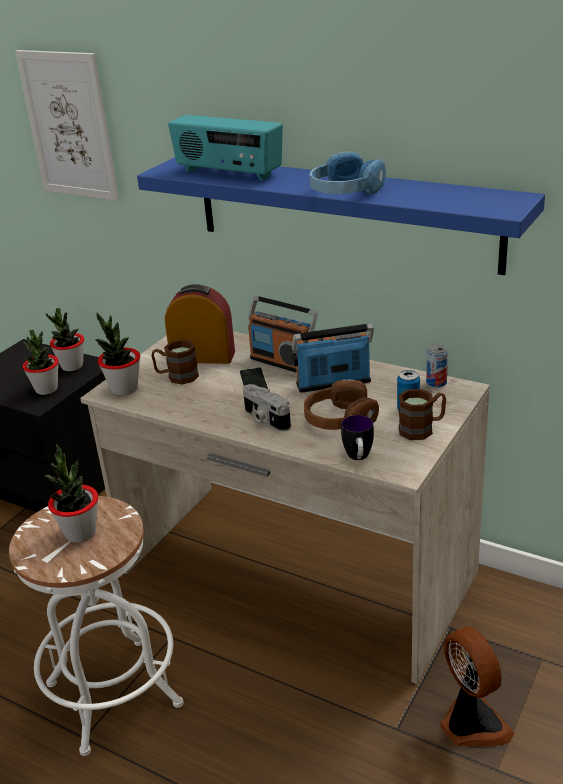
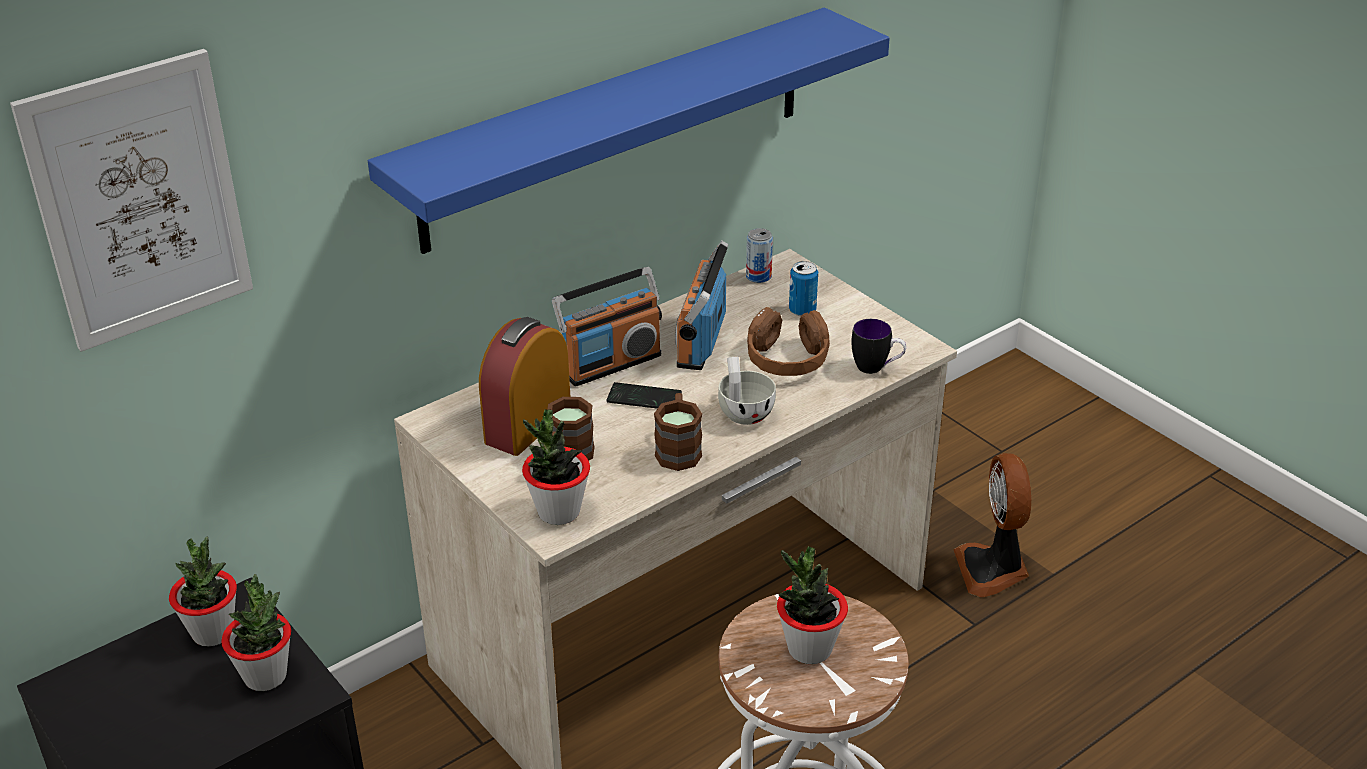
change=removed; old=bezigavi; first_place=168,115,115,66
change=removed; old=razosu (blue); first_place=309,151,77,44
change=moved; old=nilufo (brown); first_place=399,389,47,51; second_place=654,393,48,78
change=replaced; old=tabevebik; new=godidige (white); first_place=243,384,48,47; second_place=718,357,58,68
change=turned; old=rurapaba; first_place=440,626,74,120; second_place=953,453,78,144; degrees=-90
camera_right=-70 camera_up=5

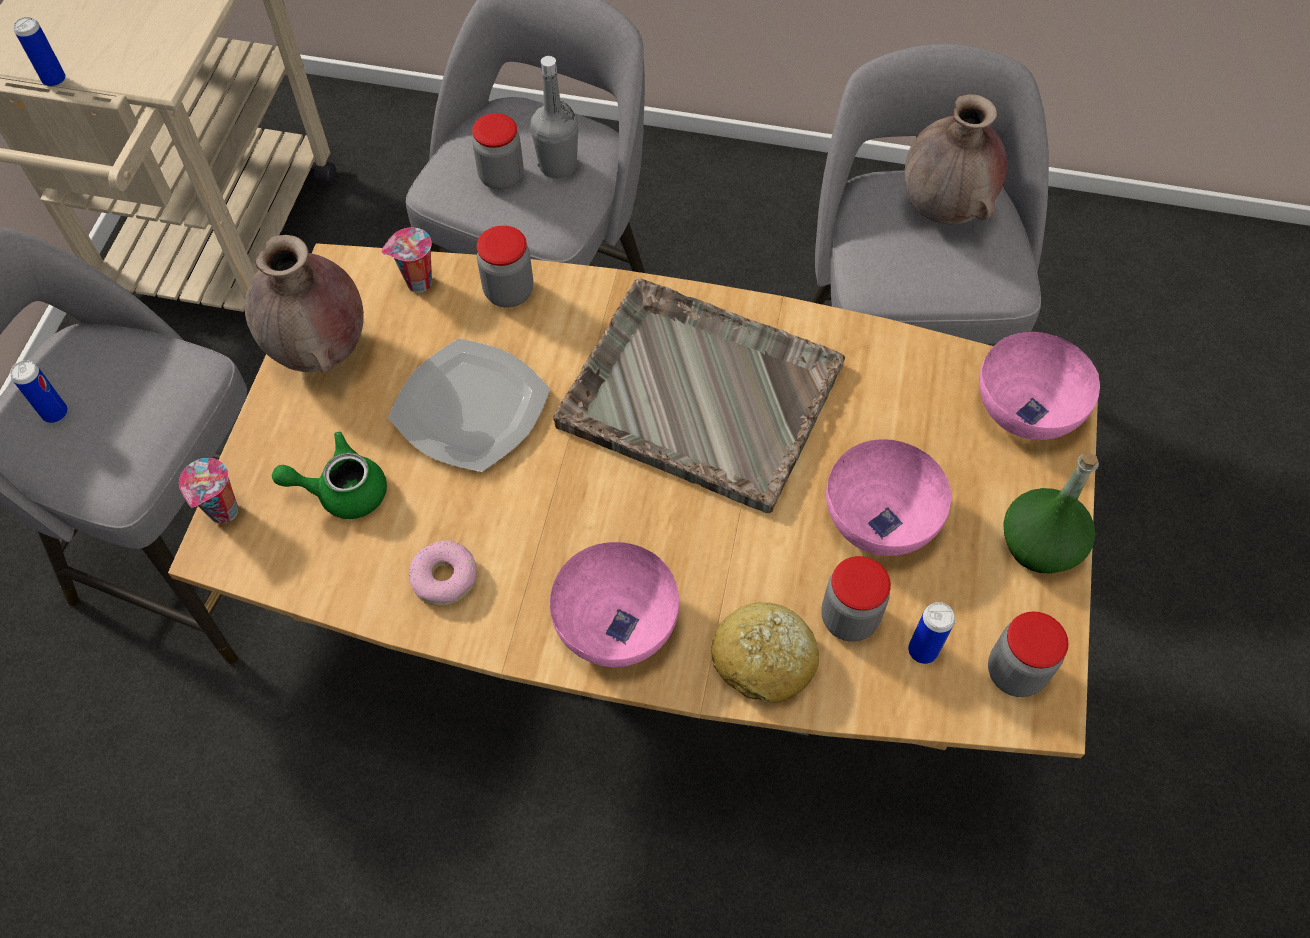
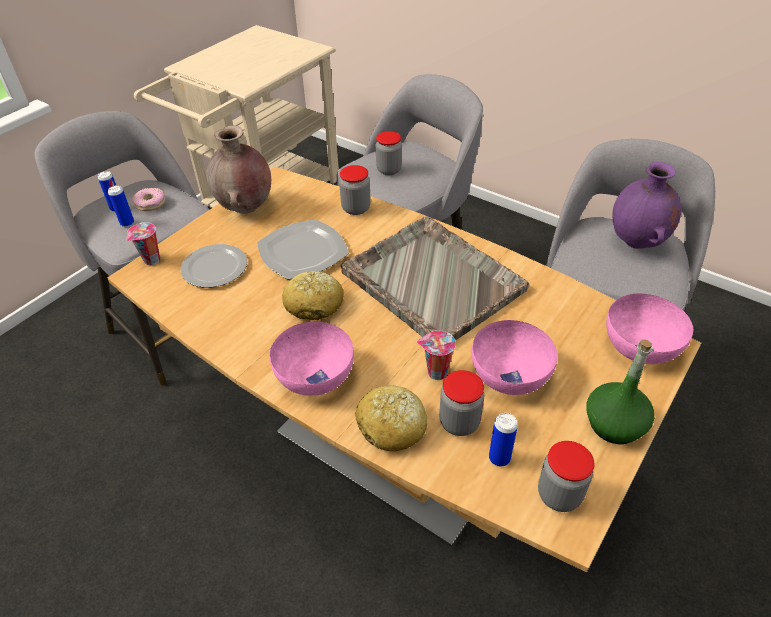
change=removed; old=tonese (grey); first_place=530,56,48,123
change=added; new=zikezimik; second_place=282,271,62,49
change=moved; old=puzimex; first_place=14,17,51,70; second_place=108,185,26,42
change=moved; old=godidige; first_place=381,227,51,66; second_place=417,331,39,49
change=moved; old=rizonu; first_place=409,540,68,67; second_place=132,188,33,23
change=replaced; old=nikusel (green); new=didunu; first_place=272,432,115,87; second_place=180,244,67,44
change=recoloured; old=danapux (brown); new=danapux (purple); first_place=904,94,103,131; second_place=612,162,69,87
camera_right=25 camera_up=-15

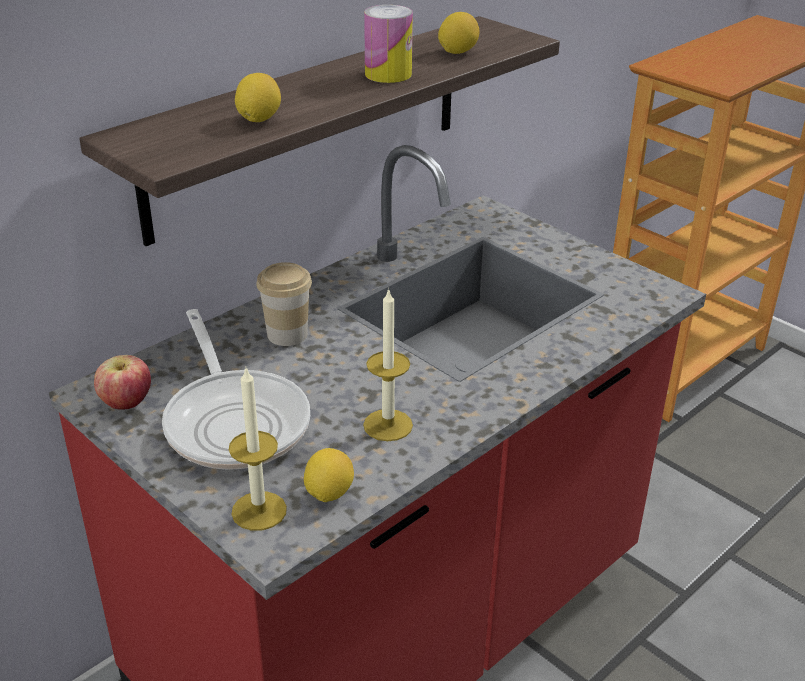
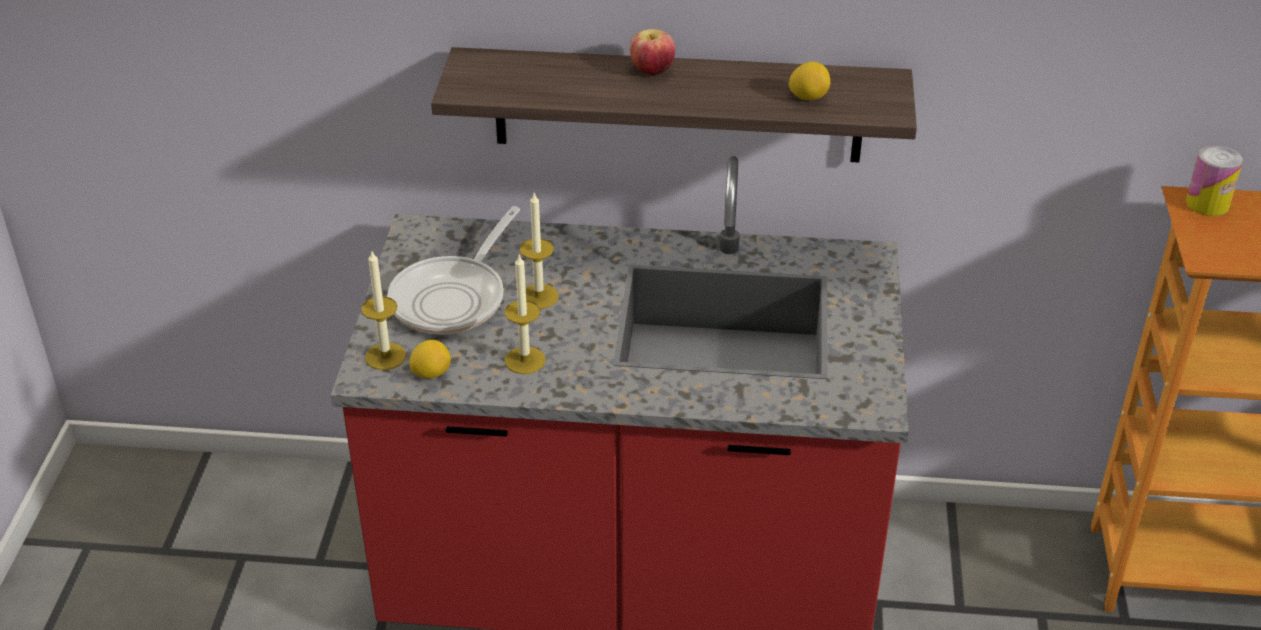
change=removed; old=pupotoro; first_place=235,73,46,49
change=removed; old=godidige; first_place=256,262,56,84
change=added; new=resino; second_place=520,193,39,116
change=moved; old=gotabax; first_place=94,355,57,54; second_place=630,29,45,46
change=moved; old=puzimex; first_place=364,5,49,78; second_place=1186,145,57,71
camera_right=50 camera_up=5

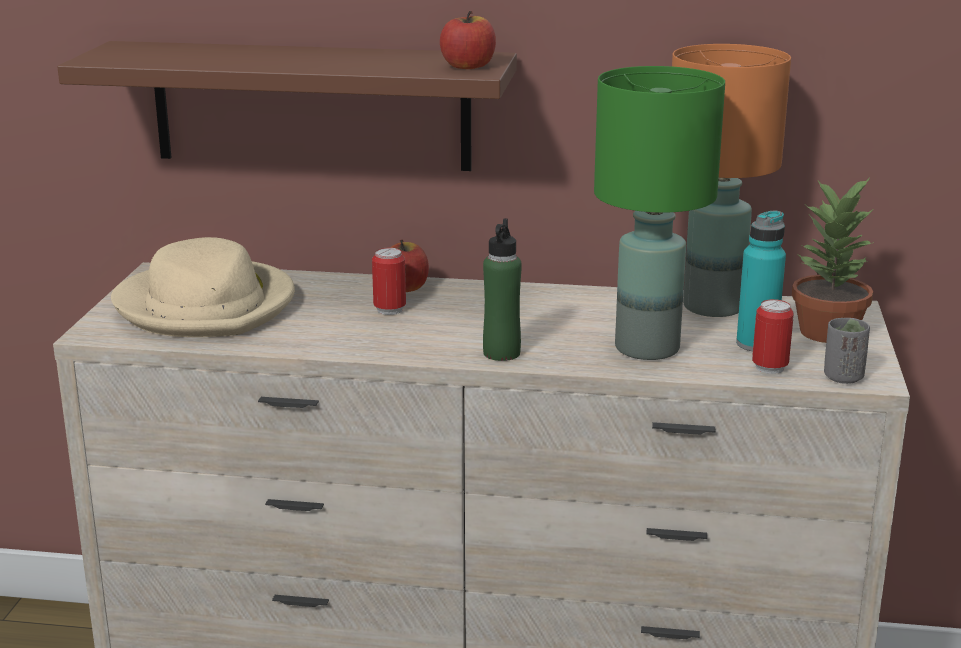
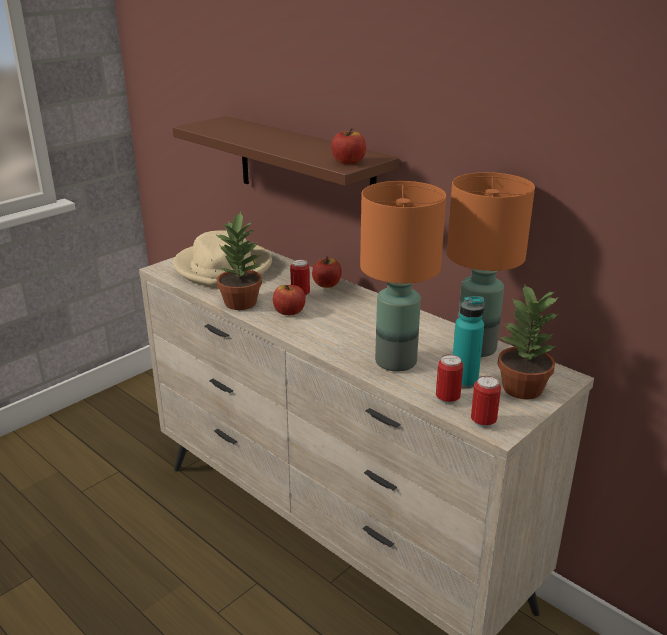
change=removed; old=tonese (green); first_place=483,218,39,143
change=added; new=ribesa; second_place=215,212,47,98
change=added; new=gotabax; second_place=273,285,33,30
change=replaced; old=godidige (grey); new=puzimex; first_place=824,318,46,66; second_place=471,376,30,52
change=recoloured; old=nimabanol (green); new=nimabanol (orange); first_place=594,66,131,294; second_place=360,181,86,191
camera_right=35 camera_up=5

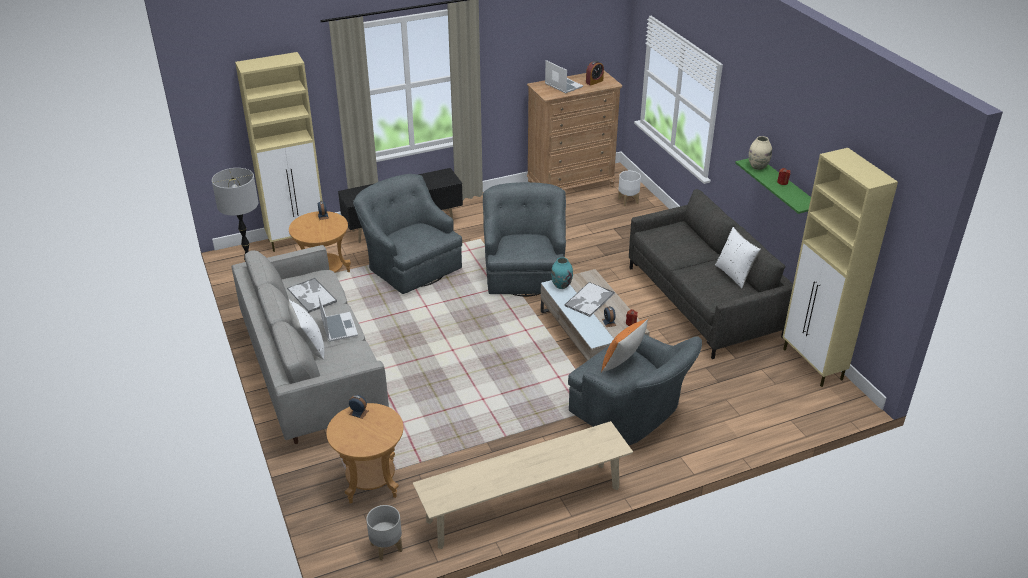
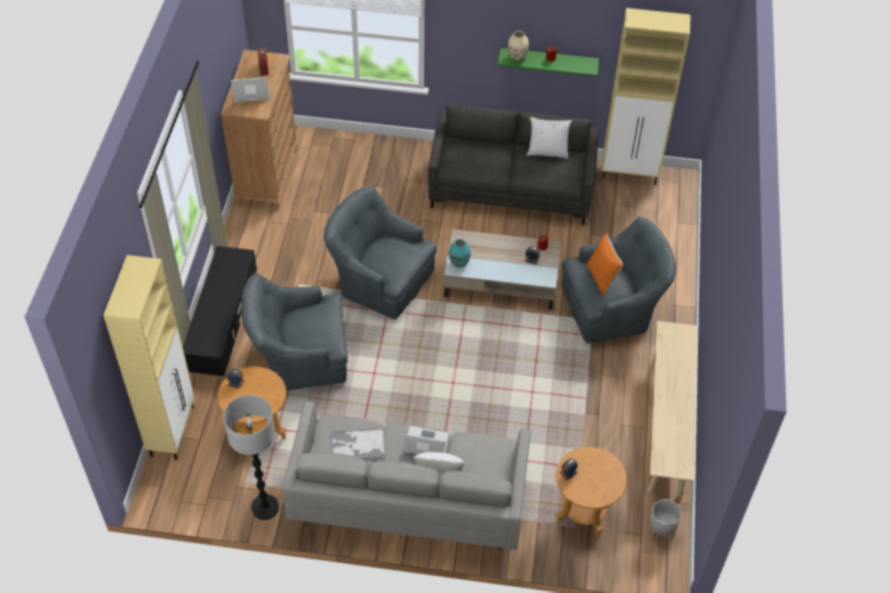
change=removed; old=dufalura; first_place=565,282,50,35
change=removed; old=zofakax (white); first_place=618,171,23,35
camera_right=-60 camera_up=15

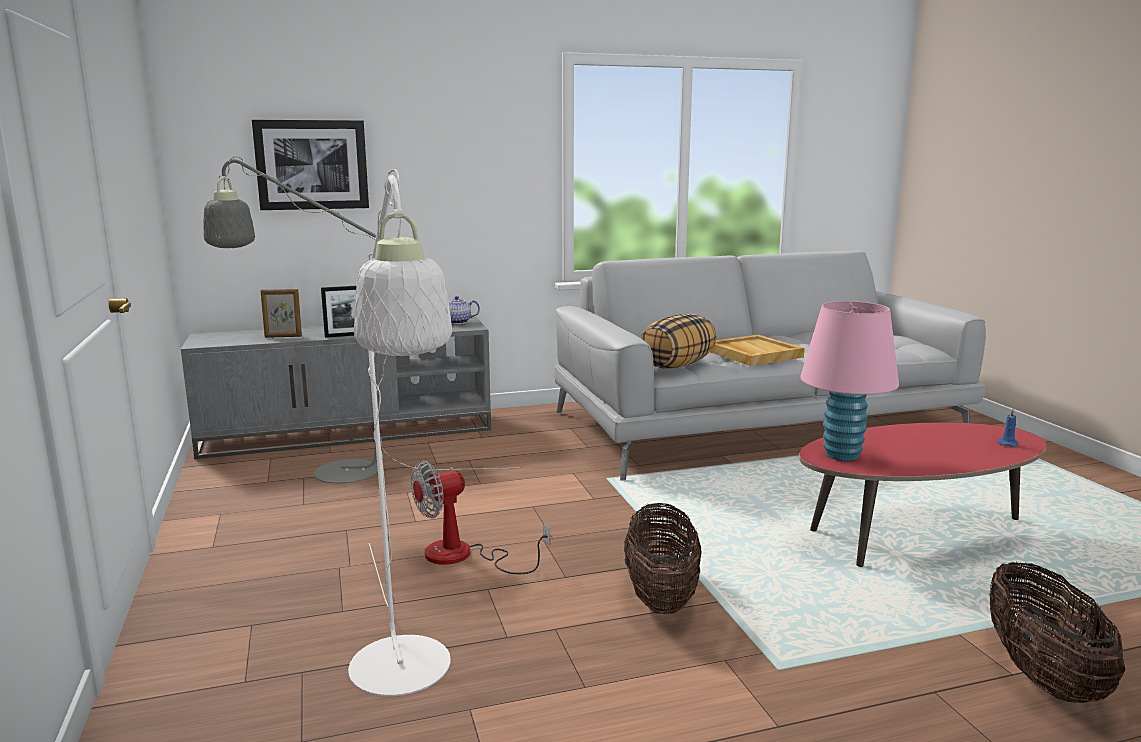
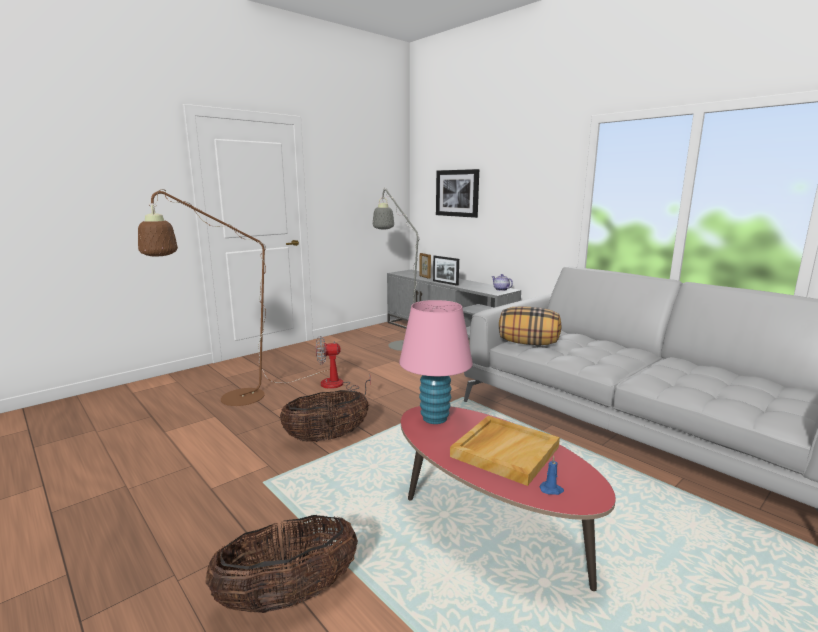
change=moved; old=dufalura (beige); first_place=710,335,95,31; second_place=450,416,110,70
change=recoloured; old=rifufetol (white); new=rifufetol (brown); first_place=348,169,104,527; second_place=138,189,192,217
change=turned; old=rurapaba; first_place=411,461,139,113; second_place=316,336,55,59; degrees=-45
camera_right=65 camera_up=0

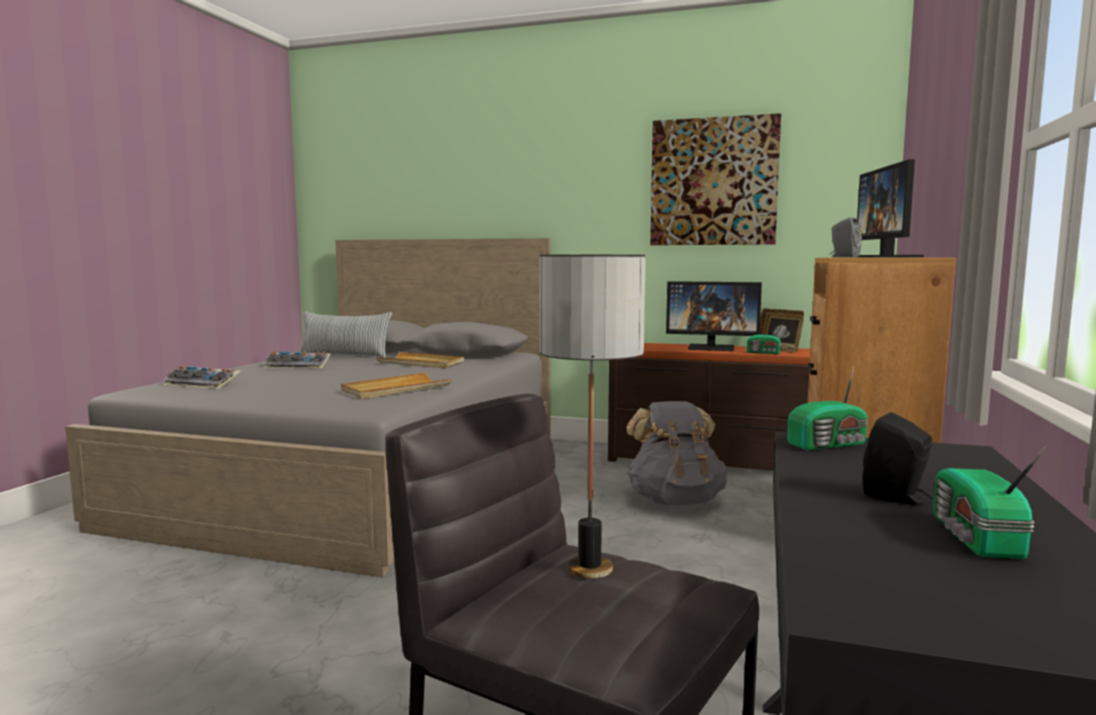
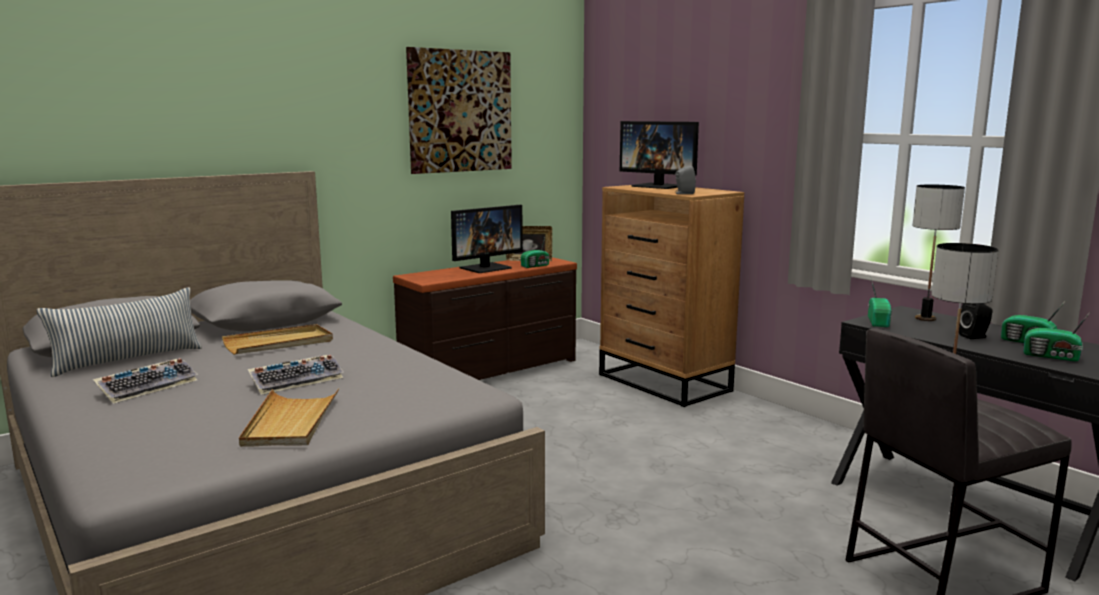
change=removed; old=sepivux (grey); first_place=626,401,101,104
change=added; new=nimabanol; second_place=912,184,53,137
change=added; new=bezigavi; second_place=1023,311,68,51
change=moved; old=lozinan; first_place=163,366,78,23; second_place=248,355,96,40
change=moved; old=dufalura (beige); first_place=341,372,111,27; second_place=239,388,100,59
camera_right=-55 camera_up=5

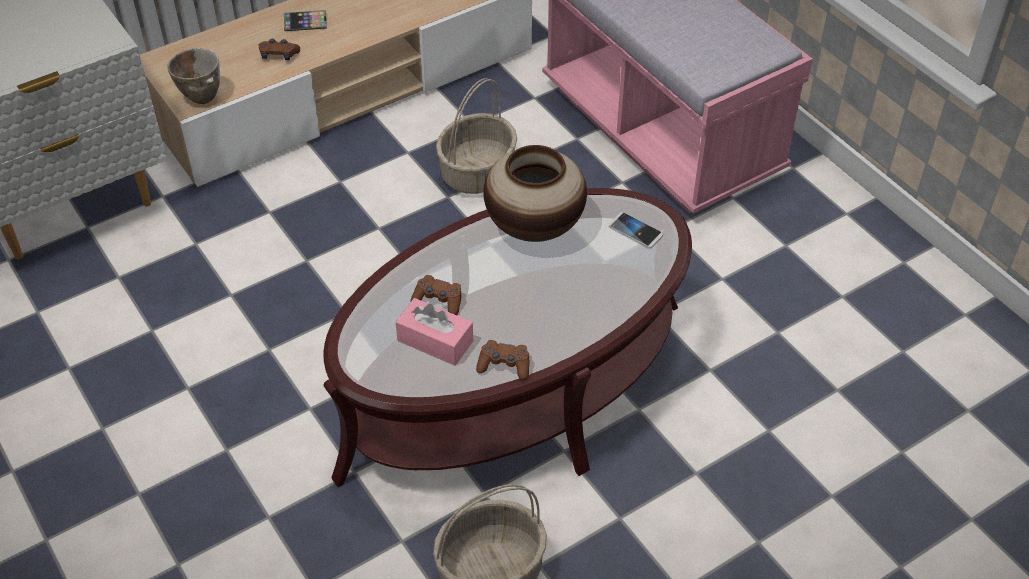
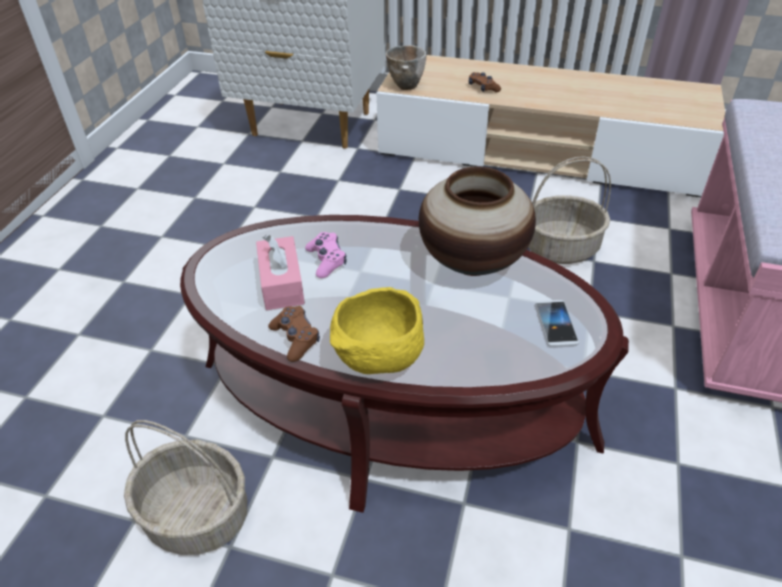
change=removed; old=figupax; first_place=284,10,43,21
change=added; new=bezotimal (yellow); second_place=330,287,94,87
change=recoloured; old=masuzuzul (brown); new=masuzuzul (pink); first_place=410,275,51,40; second_place=305,232,42,46
camera_right=50 camera_up=-5

